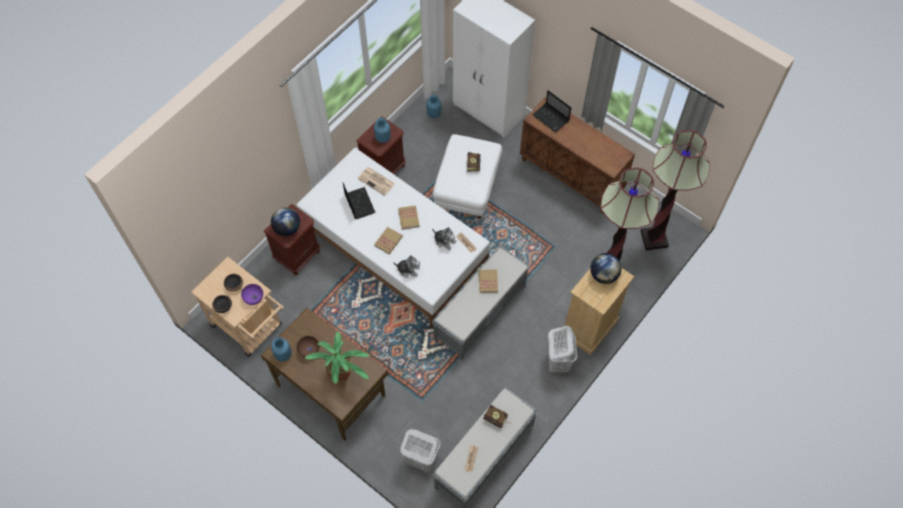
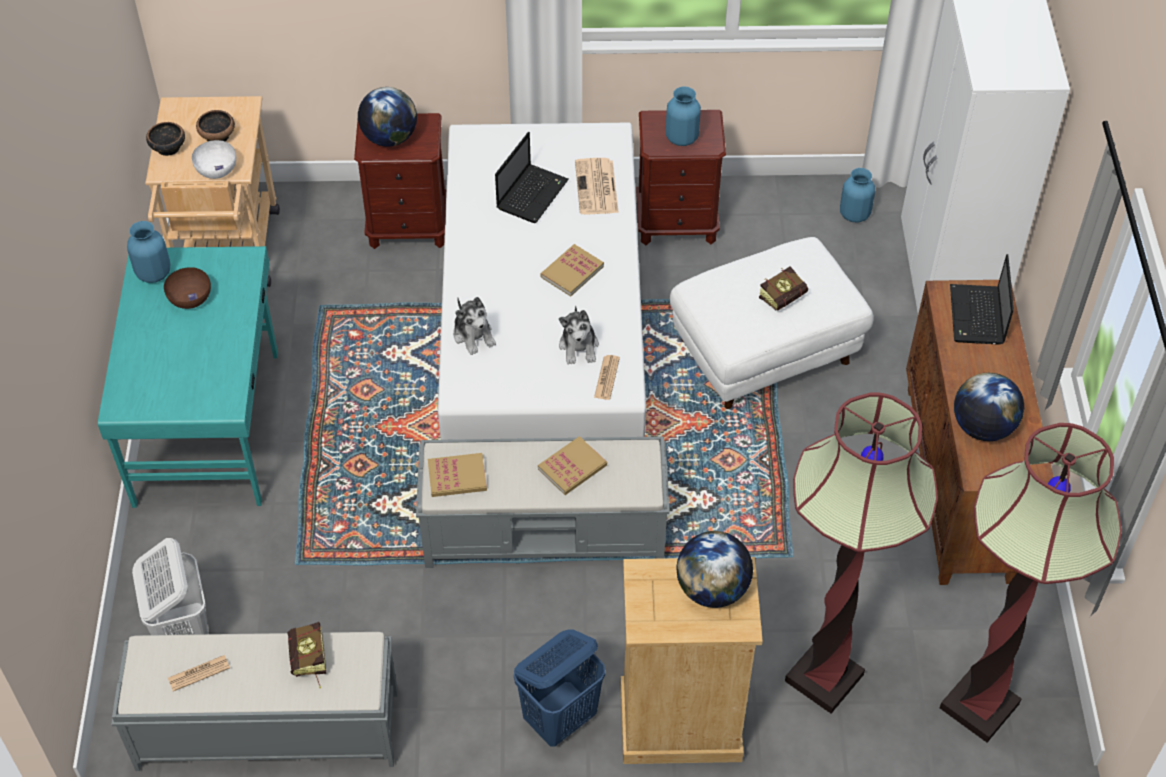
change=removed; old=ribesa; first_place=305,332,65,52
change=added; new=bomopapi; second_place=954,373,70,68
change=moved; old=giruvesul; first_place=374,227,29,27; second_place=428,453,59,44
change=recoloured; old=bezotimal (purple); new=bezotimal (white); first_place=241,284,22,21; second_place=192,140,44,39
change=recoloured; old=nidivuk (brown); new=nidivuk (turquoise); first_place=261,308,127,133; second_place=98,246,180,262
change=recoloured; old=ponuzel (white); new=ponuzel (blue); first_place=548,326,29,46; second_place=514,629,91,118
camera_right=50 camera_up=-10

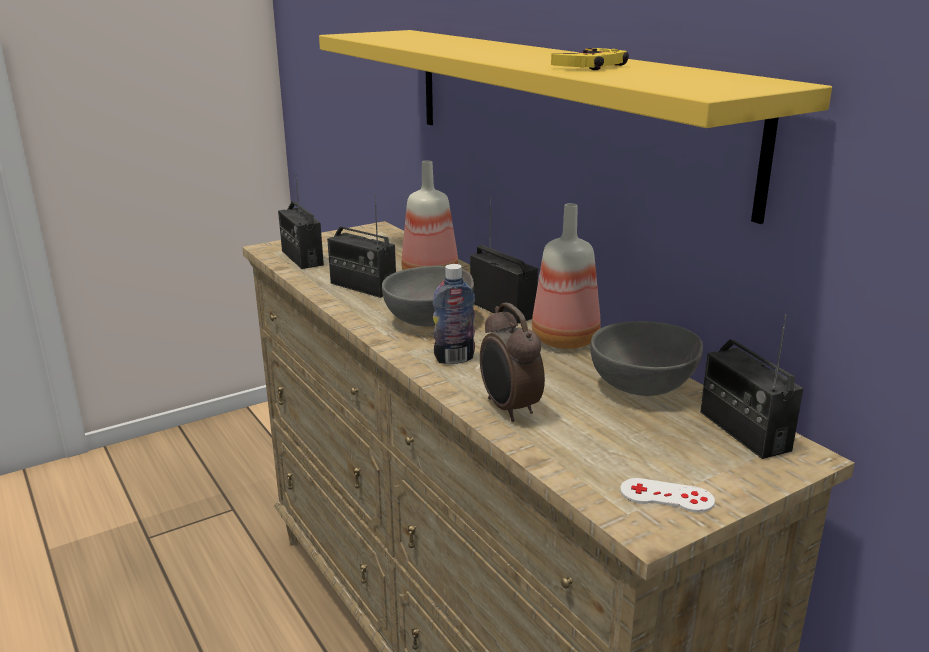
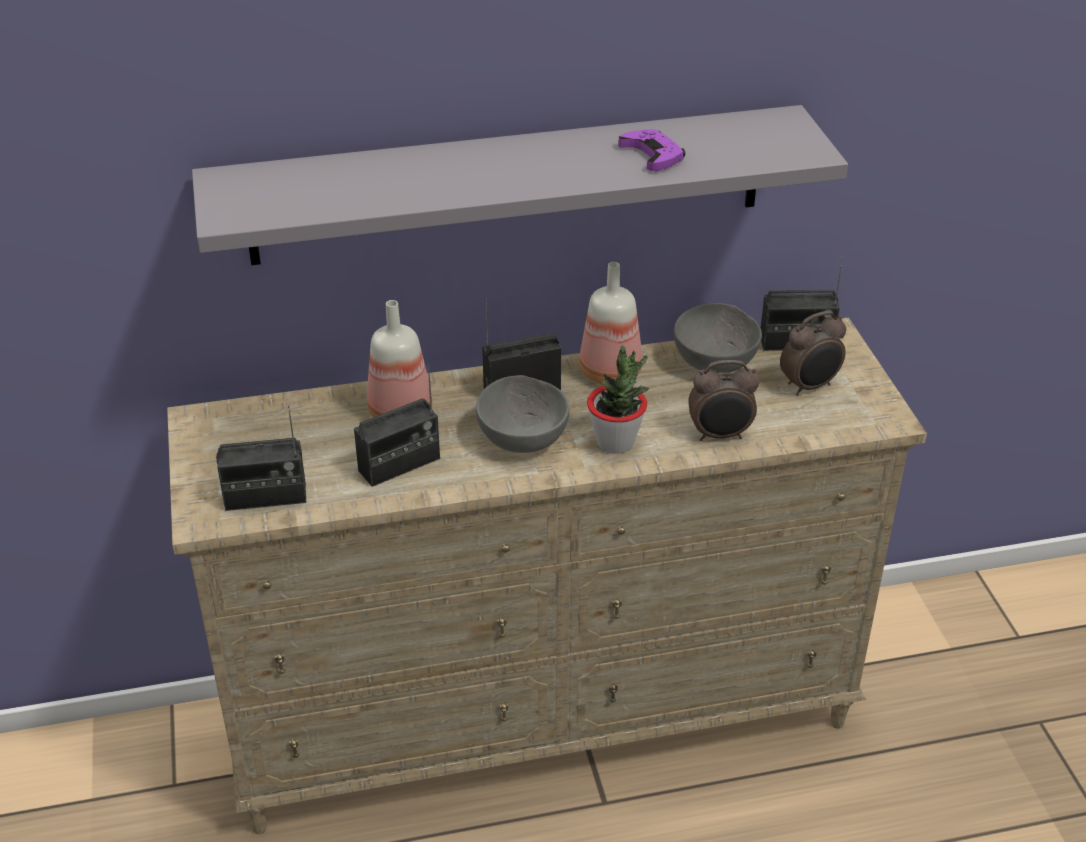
change=removed; old=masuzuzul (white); first_place=620,478,95,34
change=added; new=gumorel; second_place=780,311,66,85
change=replaced; old=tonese; new=ribesa; first_place=433,264,42,100; second_place=587,345,62,109
change=recoloured; old=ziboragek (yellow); new=ziboragek (grey); first_place=319,30,513,194; second_place=192,105,656,160
change=recoloured; old=masuzuzul (yellow); new=masuzuzul (purple); first_place=551,48,78,22; second_place=618,129,67,42
camera_right=-70 camera_up=15

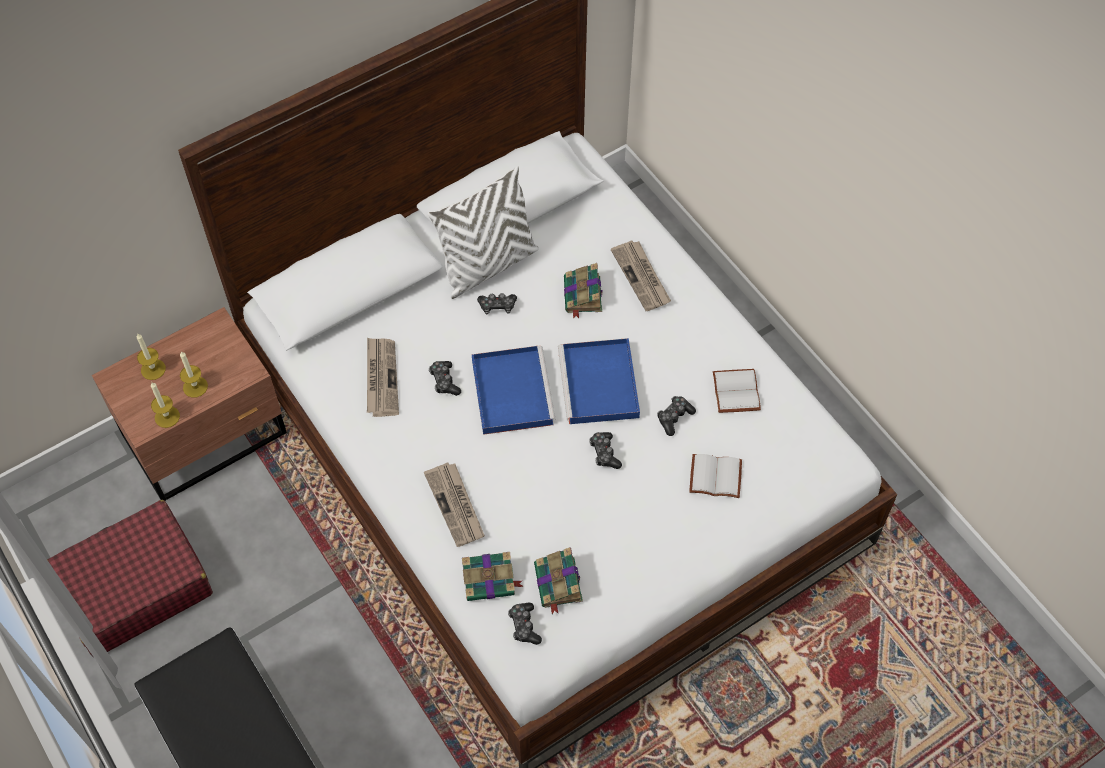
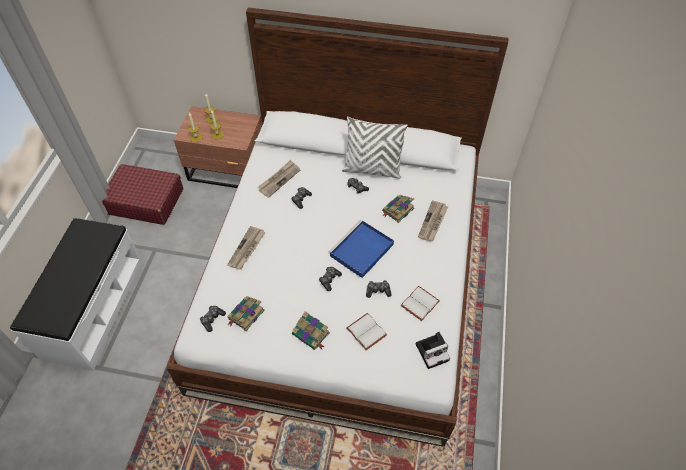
change=removed; old=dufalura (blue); first_place=472,346,84,89
change=added; new=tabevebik; second_place=416,332,34,37
change=moved; old=giruvesul; first_place=462,552,62,49; second_place=292,311,38,39
camera_right=45 camera_up=-5

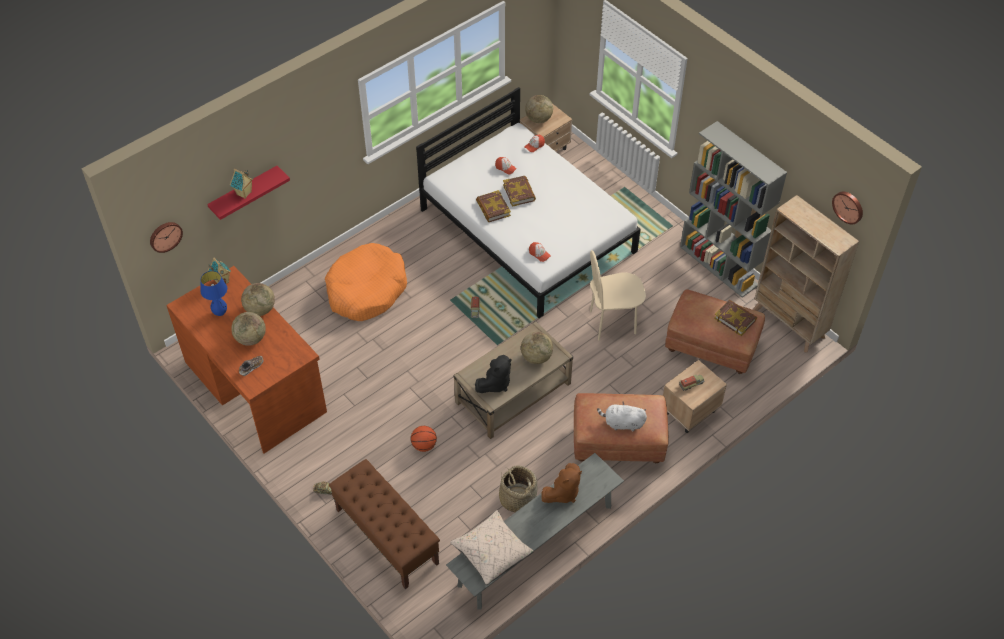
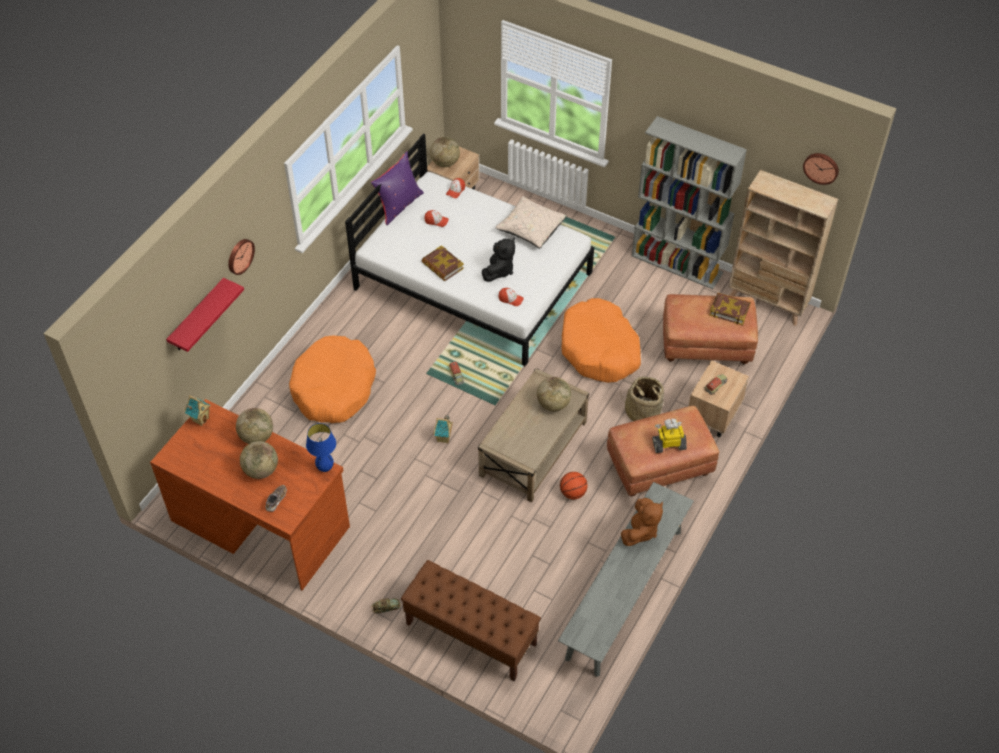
change=removed; old=giruvesul; first_place=503,176,33,31
change=added; new=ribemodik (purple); second_place=371,151,53,74
change=moved; old=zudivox; first_place=150,222,33,31; second_place=228,239,27,36
change=moved; old=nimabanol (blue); first_place=200,271,27,45; second_place=306,423,30,49
change=moved; old=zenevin; first_place=230,169,24,30; second_place=433,415,20,29
change=moved; old=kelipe; first_place=411,426,26,26; second_place=560,472,28,27
change=moved; old=ribemodik (beige); first_place=450,510,84,75; second_place=495,196,72,53
change=moved; old=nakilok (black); first_place=475,355,36,38; second_place=482,237,33,44
change=moved; old=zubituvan; first_place=499,465,38,47; second_place=620,377,45,44
change=replaced; old=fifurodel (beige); new=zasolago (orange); first_place=590,250,56,91; second_place=561,298,80,85
change=replaced; old=nakilok (white); new=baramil; first_place=597,401,50,31; second_place=652,419,35,34
camera_right=-20 camera_up=0

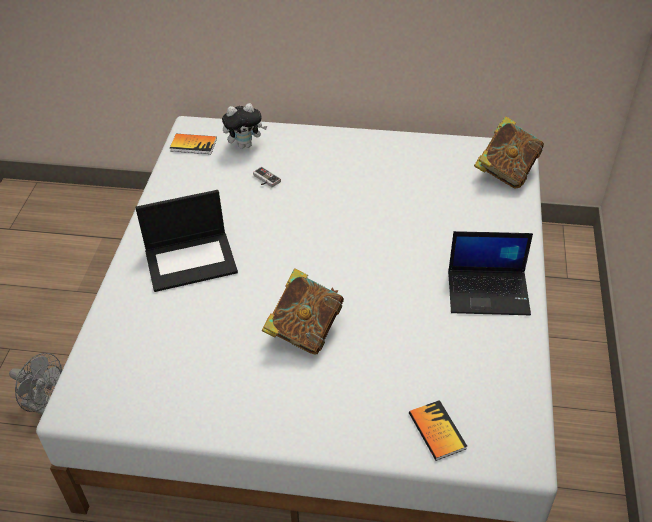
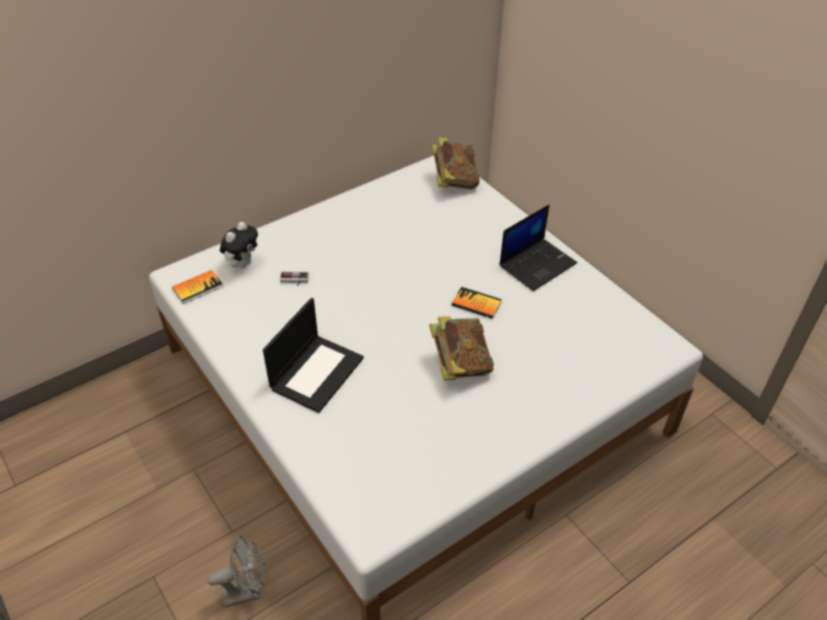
change=moved; old=giruvesul; first_place=409,400,58,61; second_place=451,287,51,32
camera_right=-45 camera_up=0

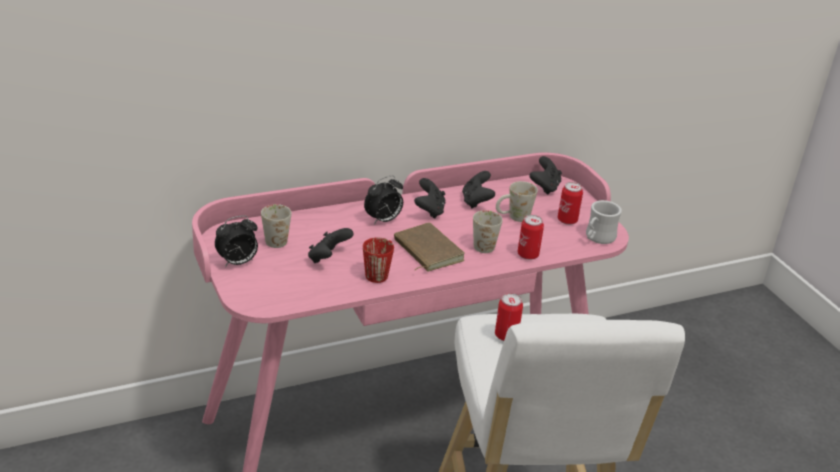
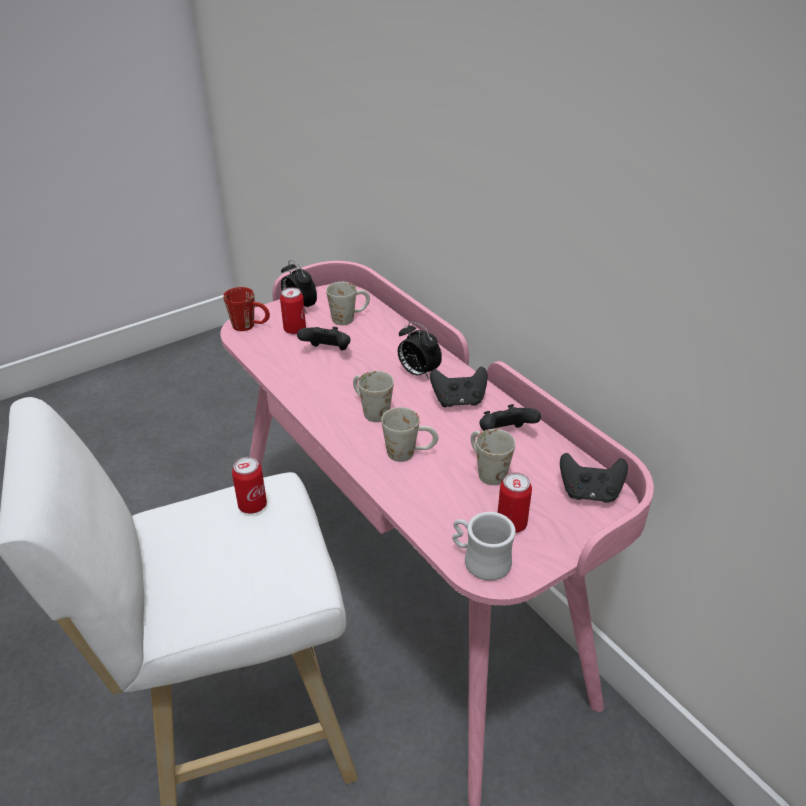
change=moved; old=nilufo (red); first_place=363,237,31,46; second_place=223,287,47,44
change=moved; old=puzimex; first_place=518,215,26,45; second_place=280,287,26,47
change=replaced; old=giruvesul (brown); new=nilufo (white); first_place=394,222,71,50; second_place=353,371,41,51
camera_right=80 camera_up=5

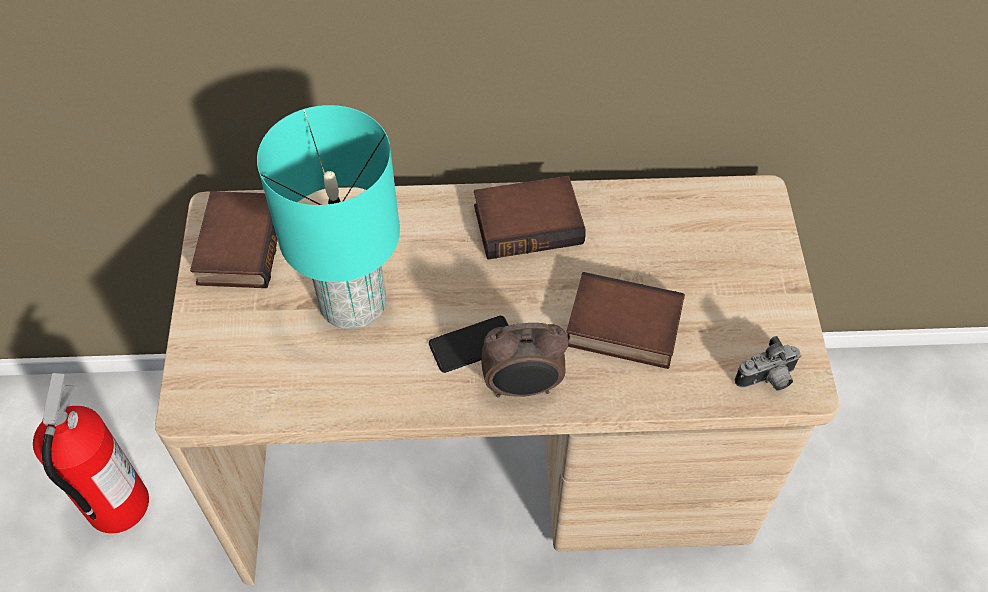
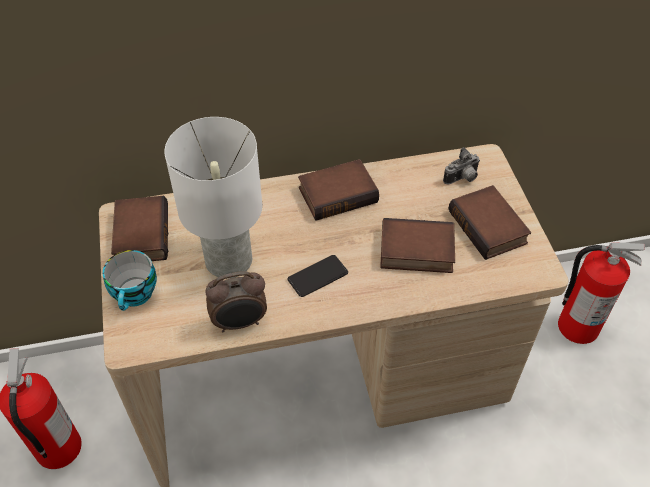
change=added; new=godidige; second_place=103,250,54,61
change=added; new=giruvesul; second_place=448,185,83,75
change=added; new=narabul; second_place=558,242,87,102
change=moved; old=gumorel; first_place=482,323,87,75; second_place=205,271,62,61
change=moved; old=tabevebik; first_place=734,336,67,54; second_place=443,147,37,37
change=recoloured; old=nimabanol (turquoise); new=nimabanol (white); first_place=257,105,143,224; second_place=164,117,98,162
camera_right=-10 camera_up=-5

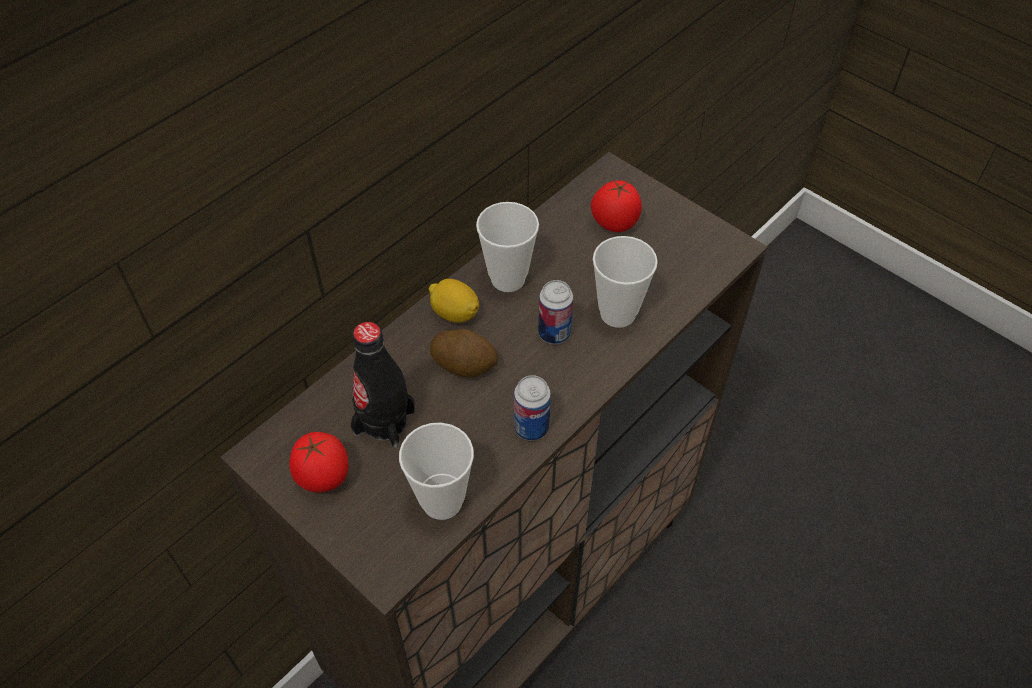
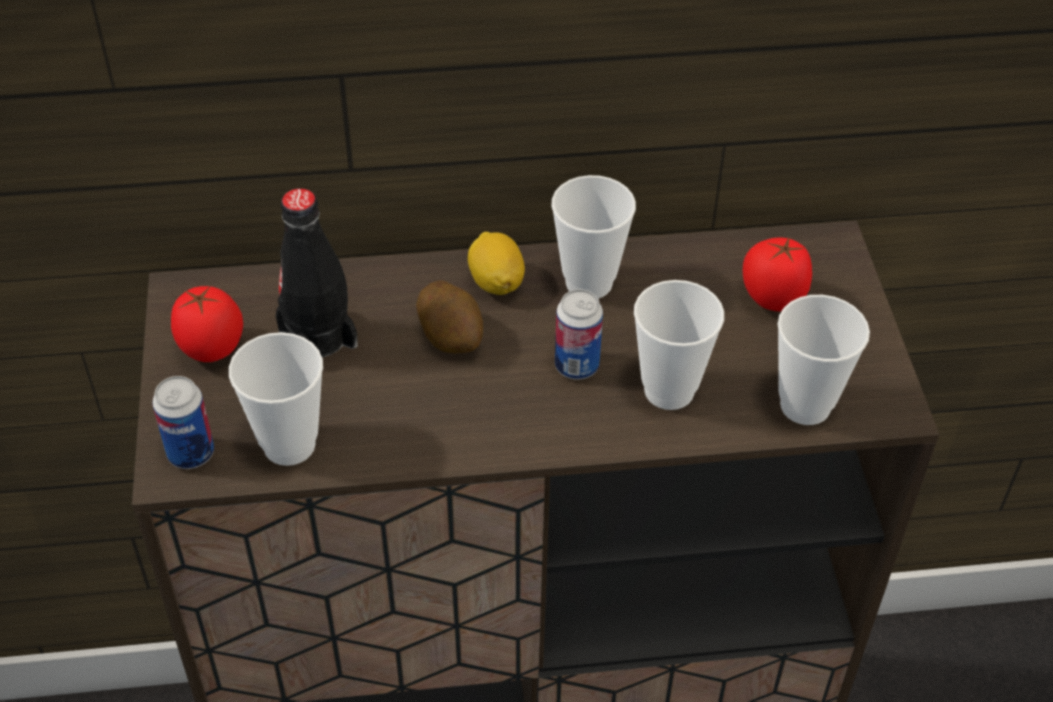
change=added; new=godidige; second_place=778,295,92,130
change=moved; old=puzimex; first_place=514,375,37,66; second_place=152,376,62,93
camera_right=40 camera_up=-5

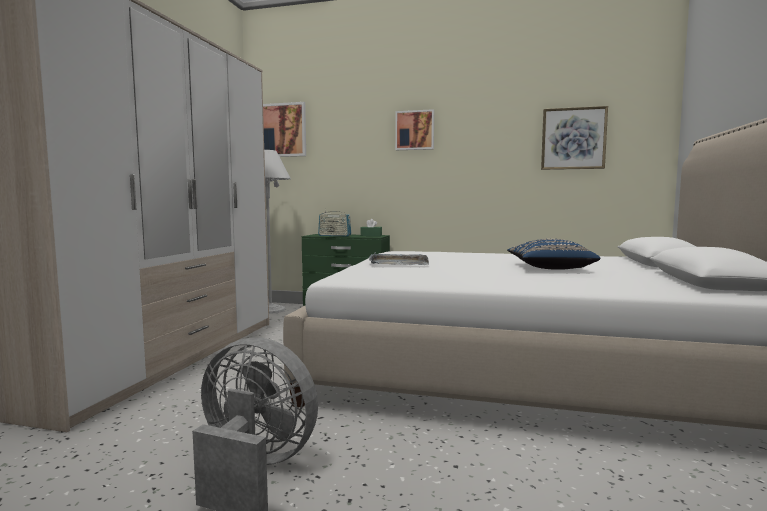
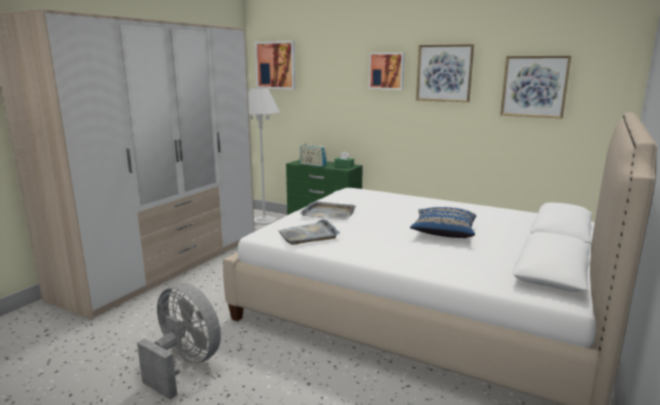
change=added; new=dufalura (grey); second_place=278,219,62,26
change=added; new=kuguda; second_place=416,44,58,58
camera_right=15 camera_up=10

